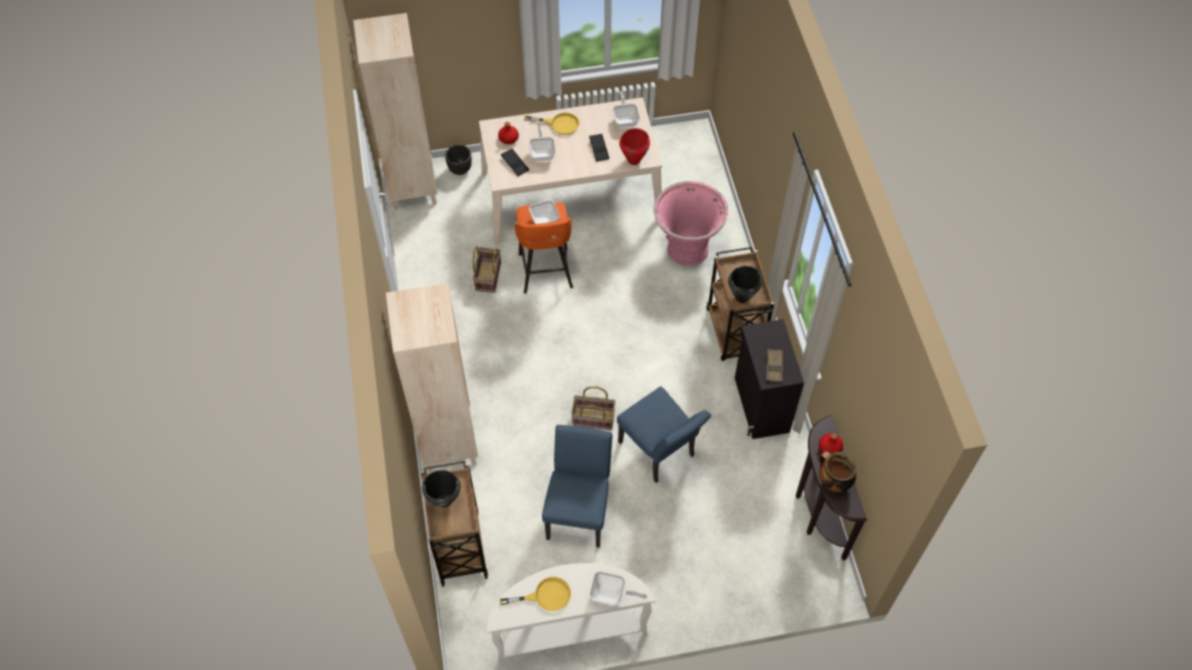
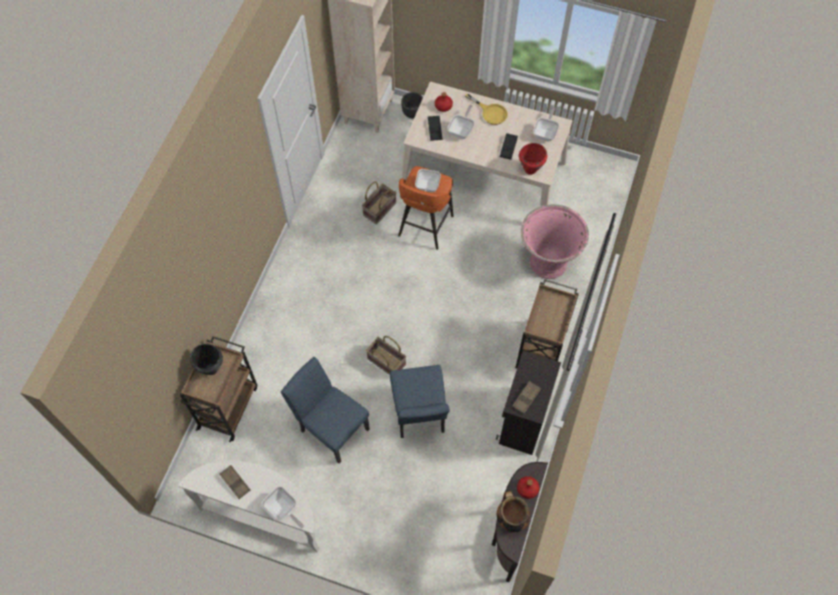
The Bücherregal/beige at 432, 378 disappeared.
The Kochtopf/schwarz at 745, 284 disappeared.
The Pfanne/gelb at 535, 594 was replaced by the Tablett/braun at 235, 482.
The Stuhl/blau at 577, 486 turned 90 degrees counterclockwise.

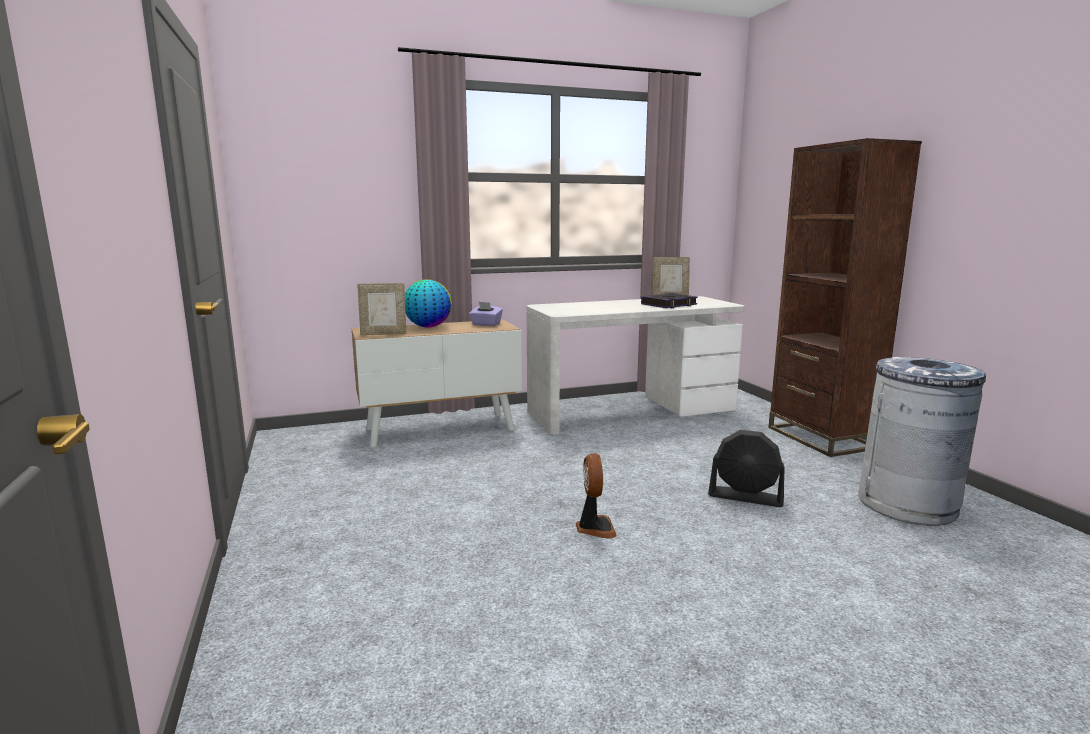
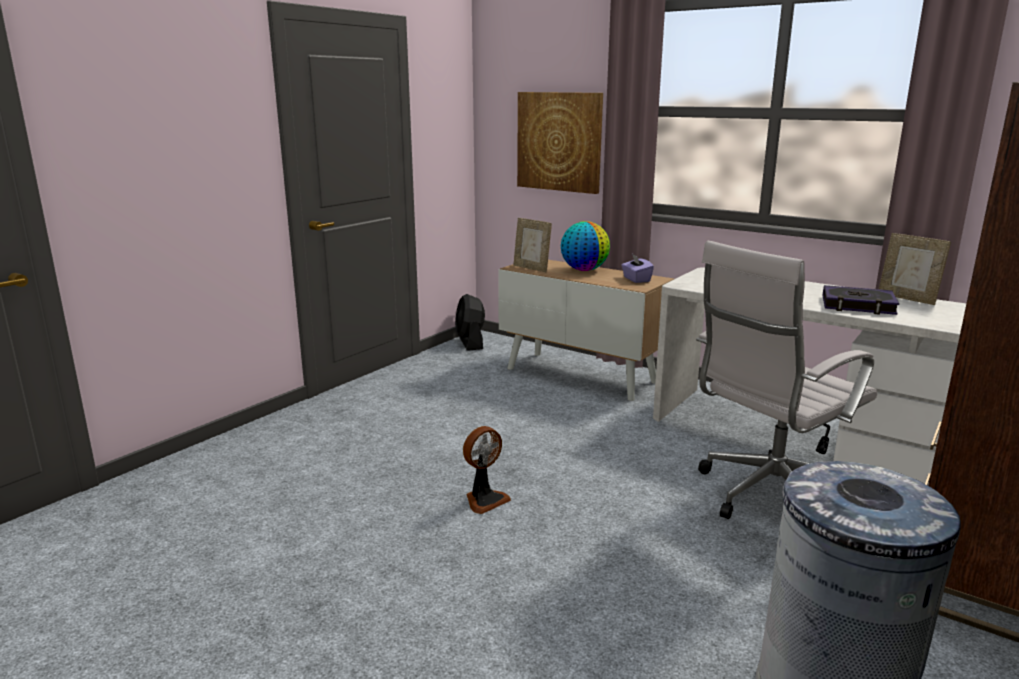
The Bild at 560, 143 appeared.
The Bürostuhl/weiß at 787, 380 appeared.
The Ventilator/schwarz moved from 746, 468 to 470, 322.

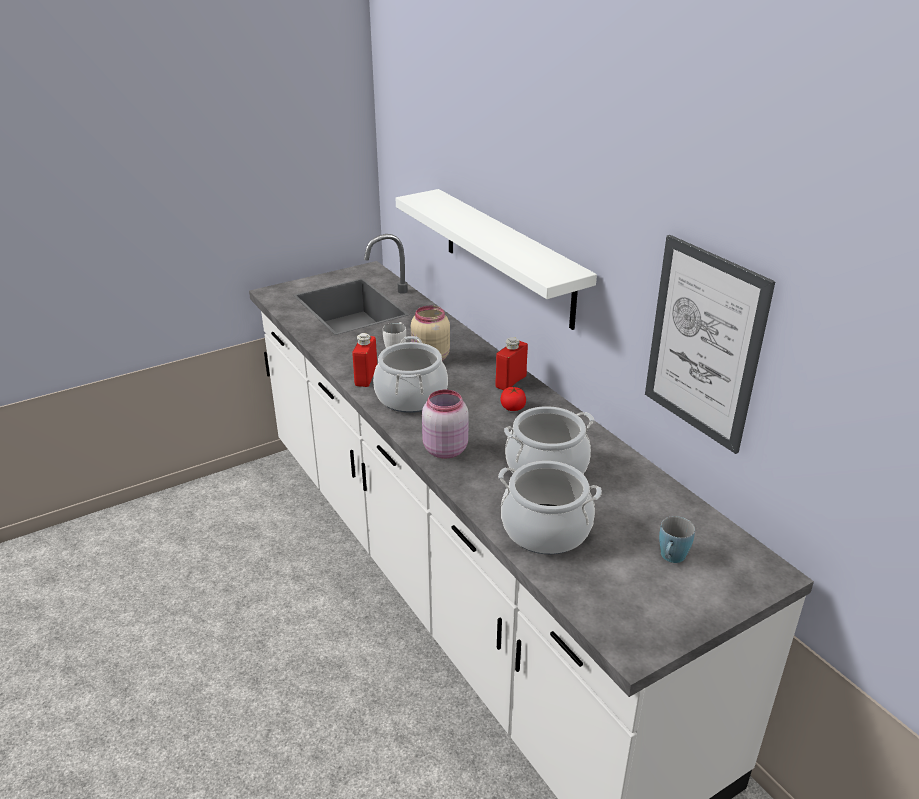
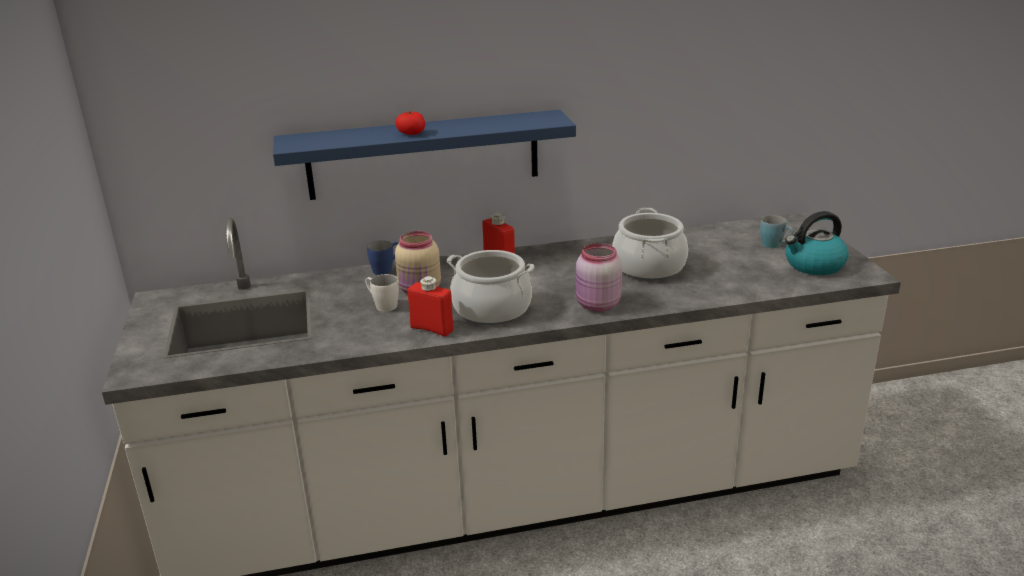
The Kochtopf at 550, 507 disappeared.
The Bild at 710, 344 disappeared.
The Henkelbecher/blau at 382, 258 appeared.
The Wasserkessel at 817, 243 appeared.
The Tomate moved from 513, 399 to 410, 123.
The Wandregal/weiß at 496, 259 became the Wandregal/blau at 424, 155.

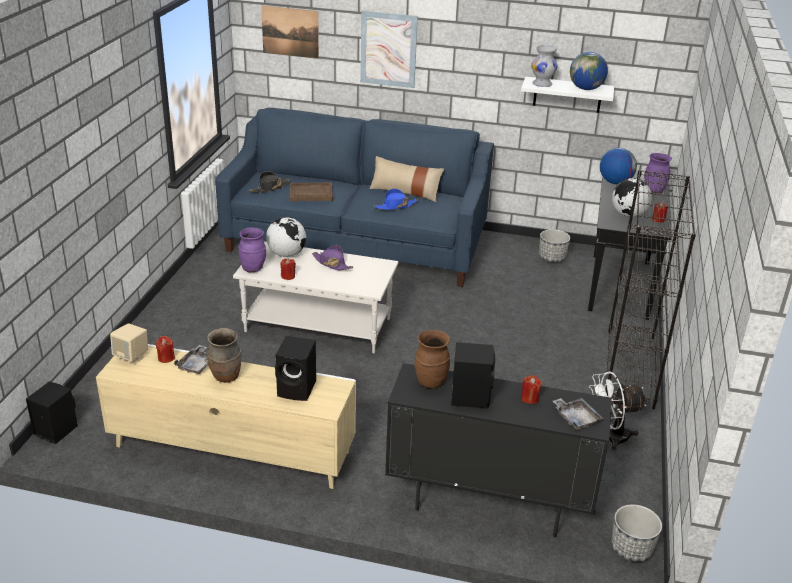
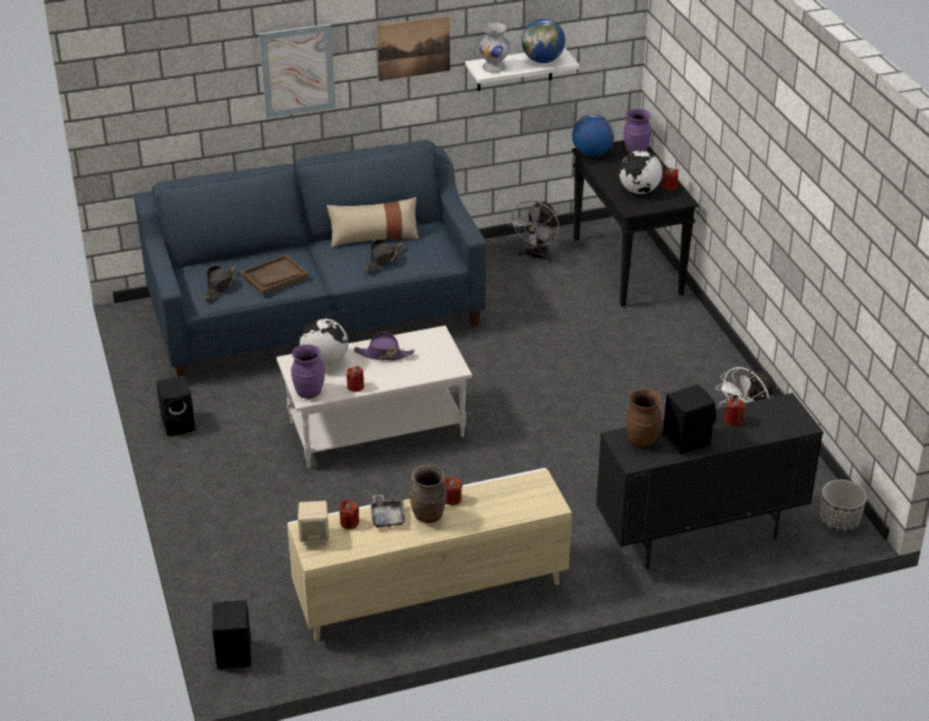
The Tablett/grau at 578, 414 disappeared.
The Bücherregal/schwarz at 651, 289 disappeared.
The Kerze/rot at 453, 491 appeared.
The Bild moved from 290, 32 to 413, 48.
The Lautsprecher/schwarz moved from 295, 368 to 175, 405.
The Pflanzkübel at 554, 246 was replaced by the Ventilator/grau at 534, 231.
The Hut/blau at 395, 199 became the Hut/schwarz at 383, 254.

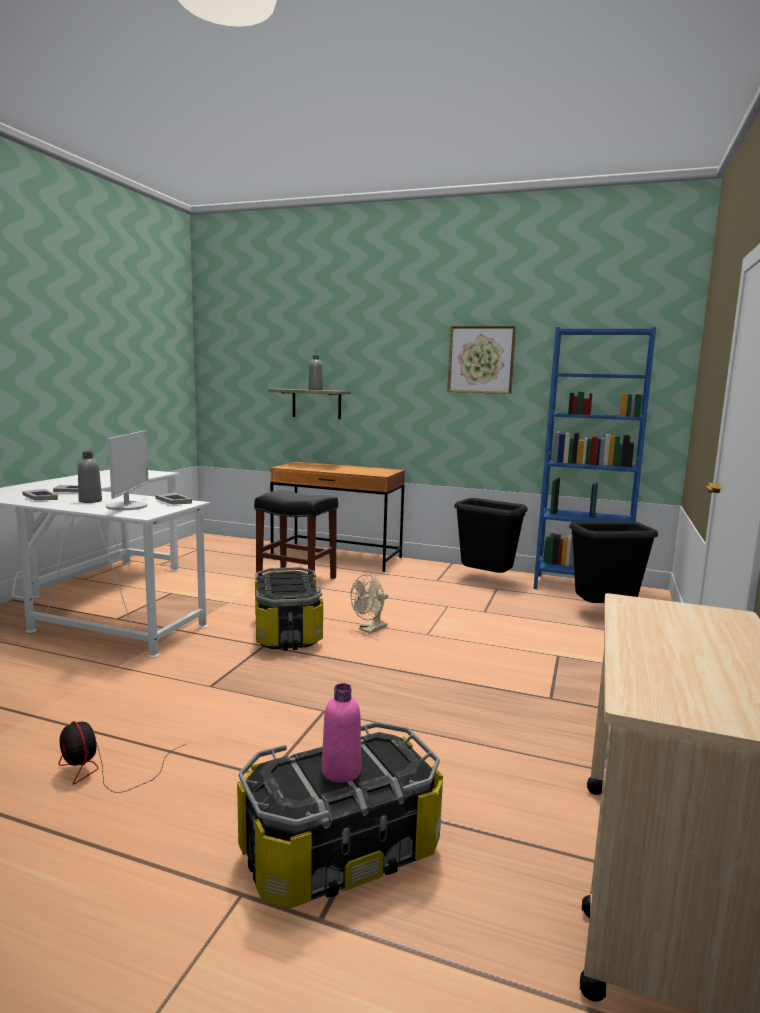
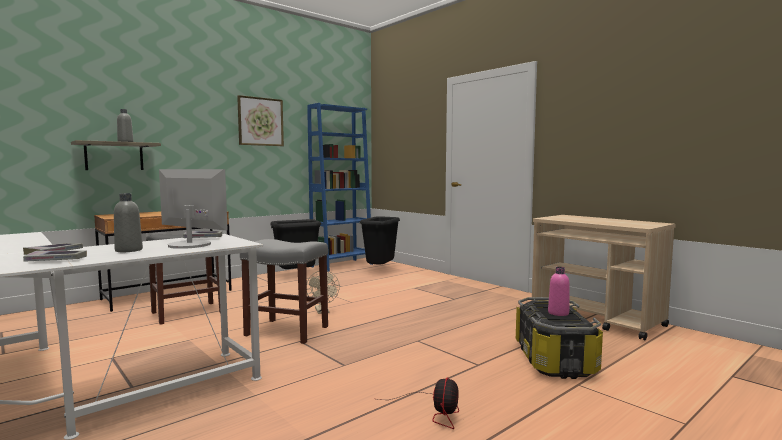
The Aufbewahrungsbox at 289, 609 was replaced by the Hocker/grau at 284, 291.
The Ventilator at 122, 757 turned 60 degrees counterclockwise.

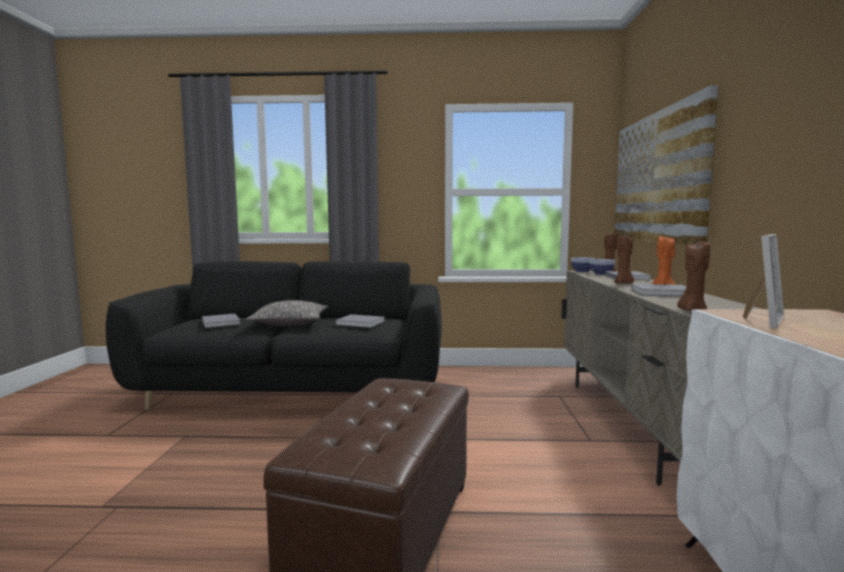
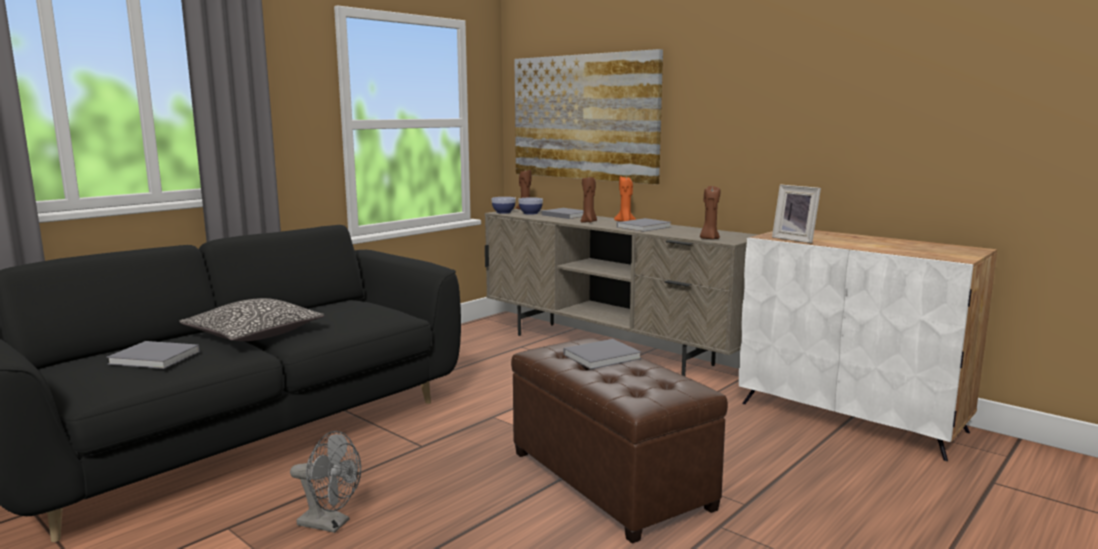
The Ventilator/grau at 325, 482 appeared.
The Buch/grau moved from 360, 321 to 603, 354.
The Bilderrahmen at 763, 281 turned 150 degrees clockwise.

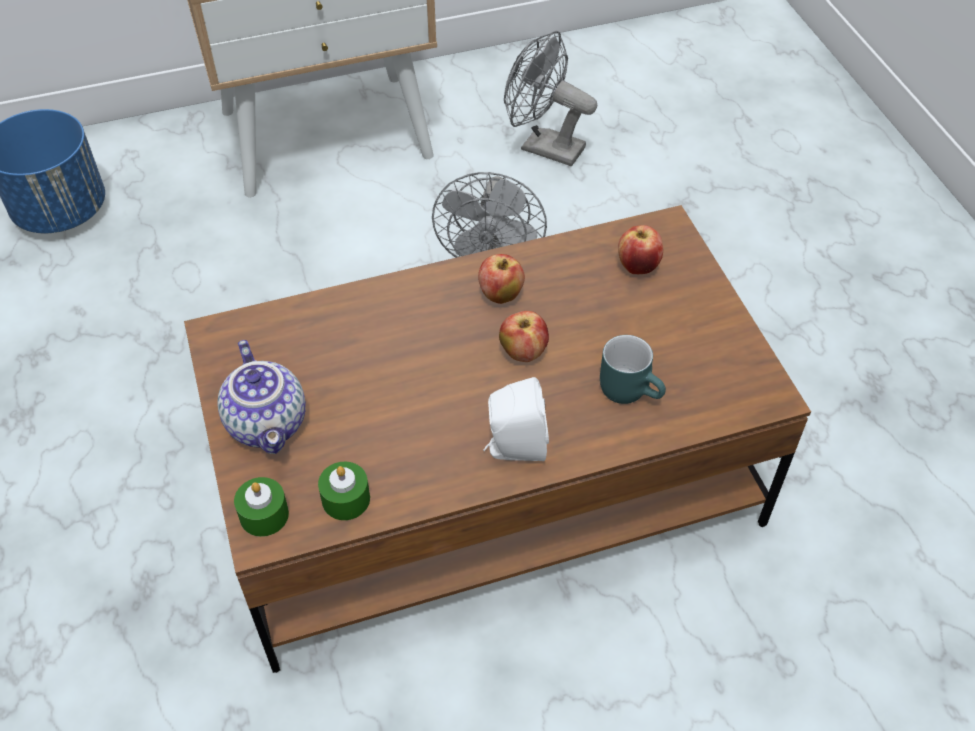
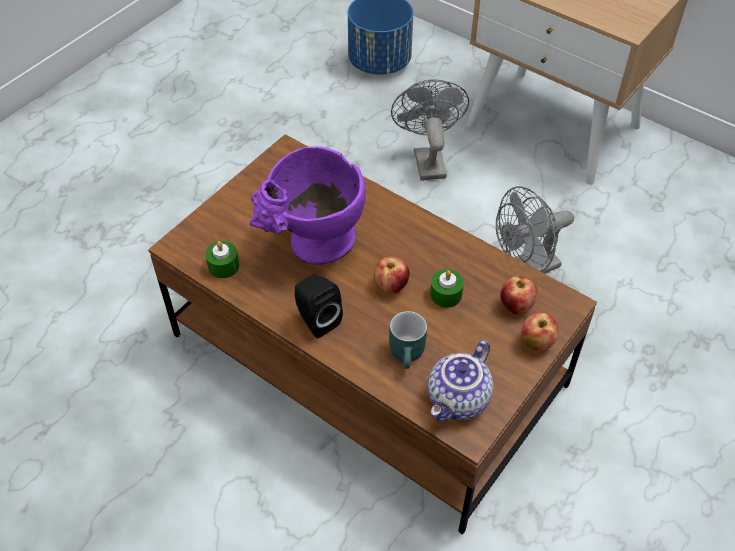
The Vase/lila at 307, 205 appeared.
The Teekanne moved from 261, 397 to 460, 380.
The Kerze/grün moved from 261, 507 to 447, 288.
The Apfel moved from 501, 279 to 540, 331.
The Ventilator/grau moved from 550, 98 to 430, 130.
The Lautsprecher/weiß at 516, 419 became the Lautsprecher/schwarz at 319, 306.

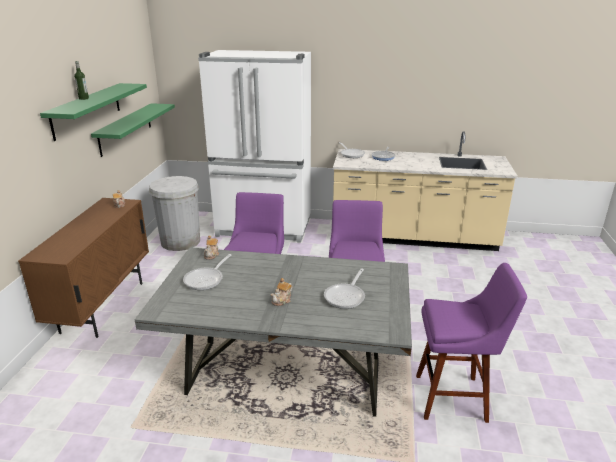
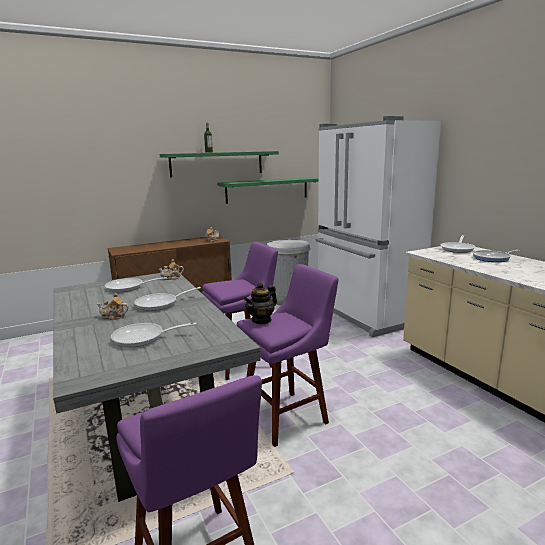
The Pfanne at 167, 299 appeared.
The Teekanne at 260, 303 appeared.

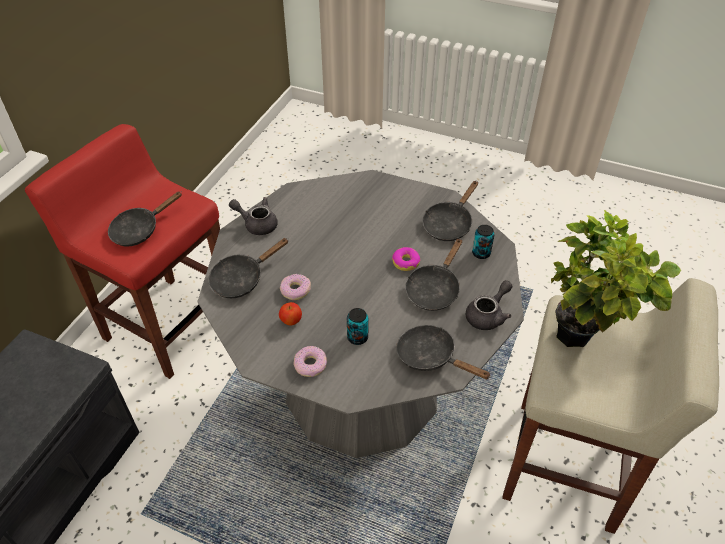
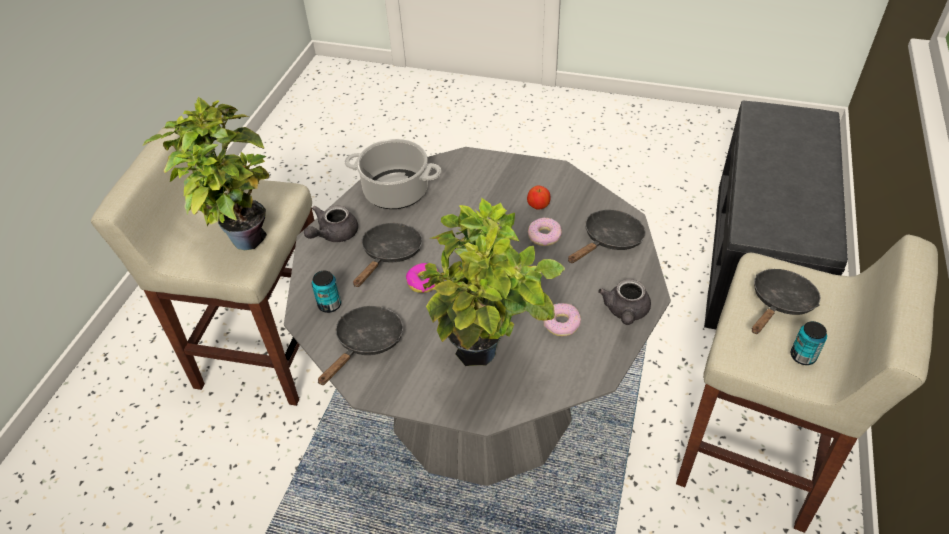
The Topfpflanze at 492, 281 appeared.
The Donut moved from 310, 361 to 562, 319.
The Dose moved from 358, 326 to 808, 343.
The Pfanne/schwarz at 443, 352 was replaced by the Kochtopf at 393, 174.
The Hocker/rot at 122, 251 became the Hocker/beige at 807, 384.
The Teekanne/grau at 253, 216 turned 90 degrees clockwise.

